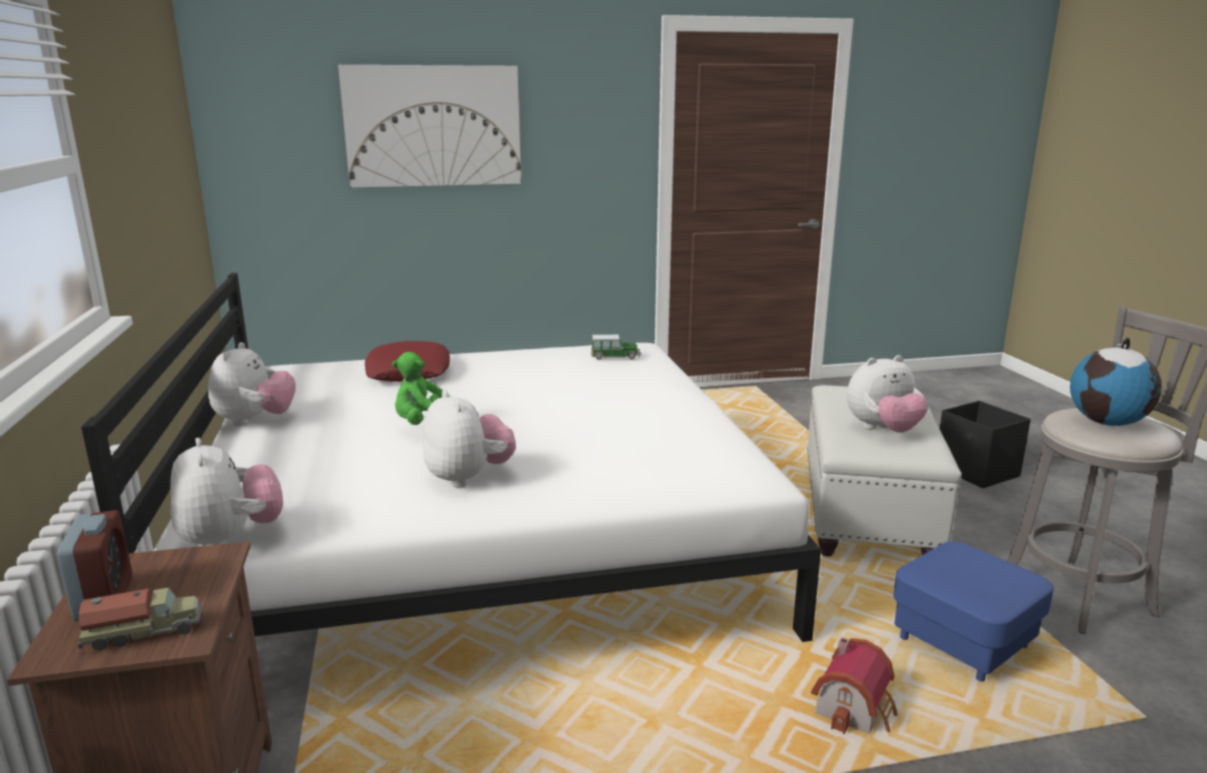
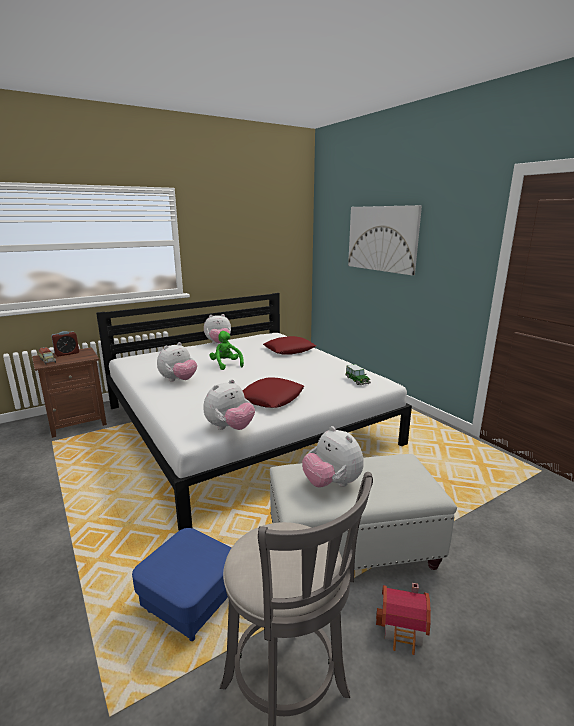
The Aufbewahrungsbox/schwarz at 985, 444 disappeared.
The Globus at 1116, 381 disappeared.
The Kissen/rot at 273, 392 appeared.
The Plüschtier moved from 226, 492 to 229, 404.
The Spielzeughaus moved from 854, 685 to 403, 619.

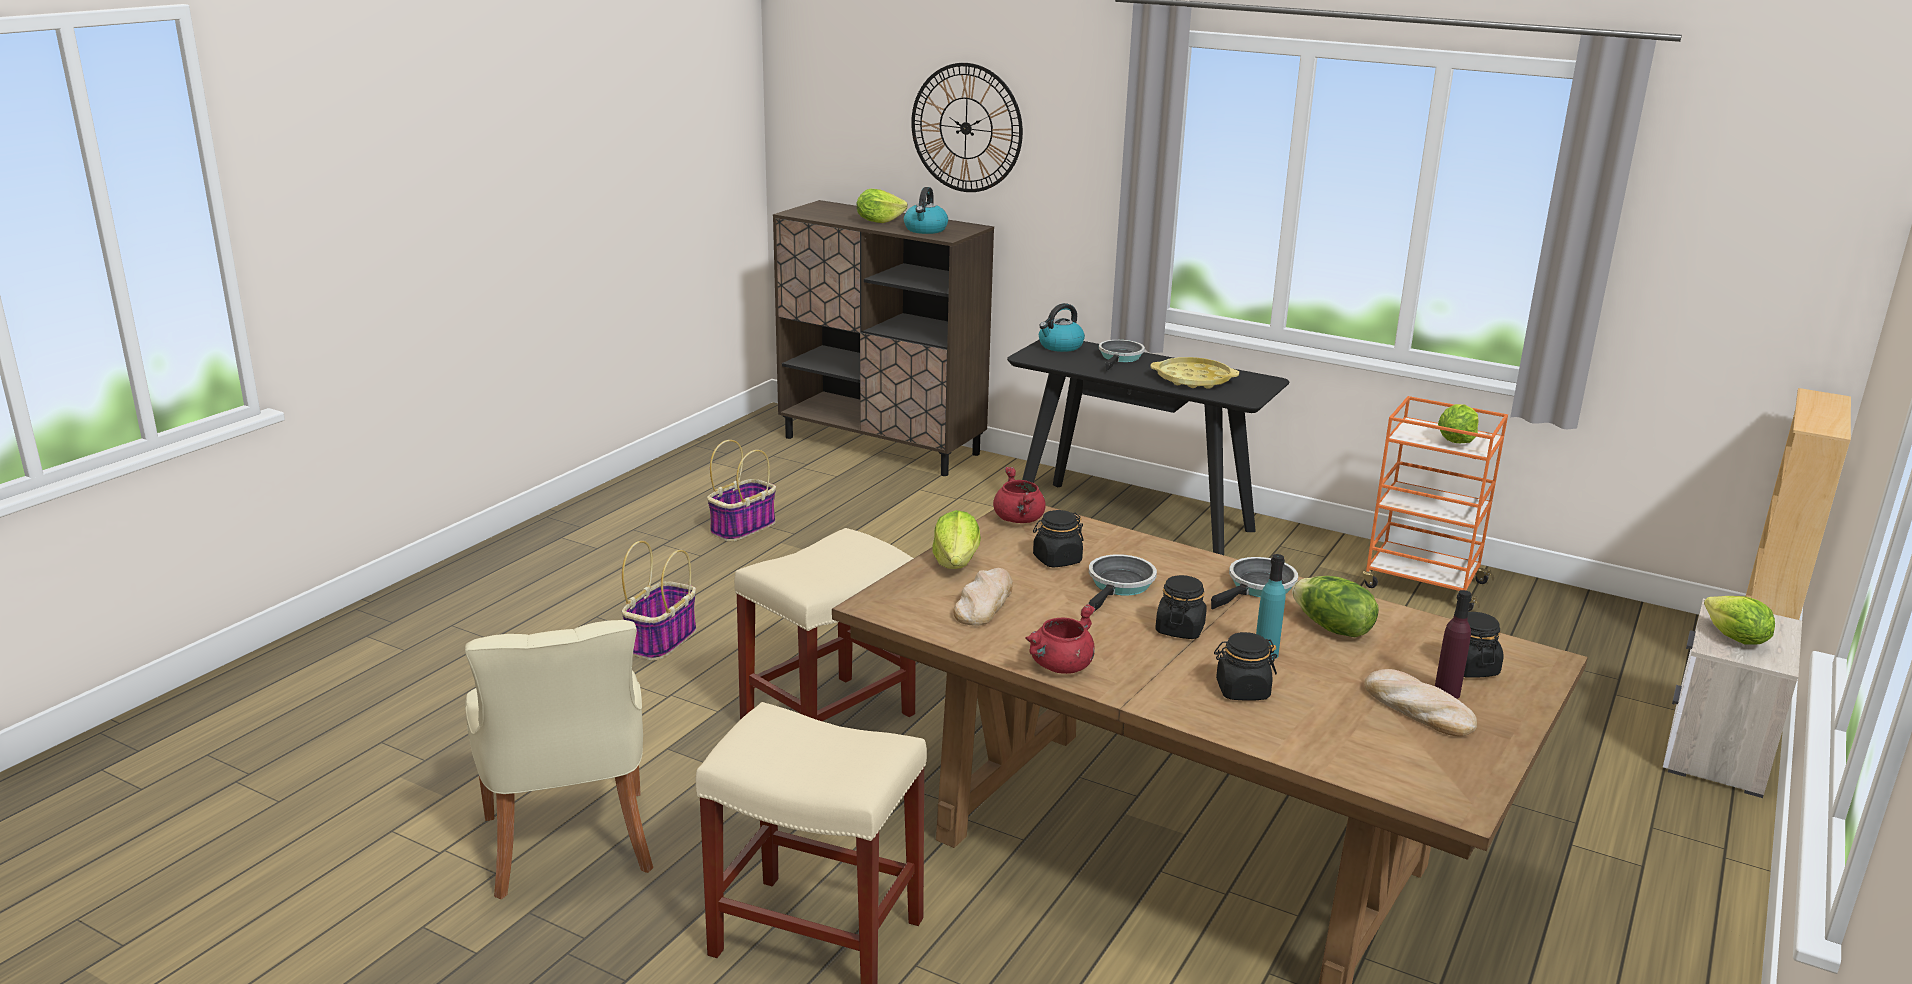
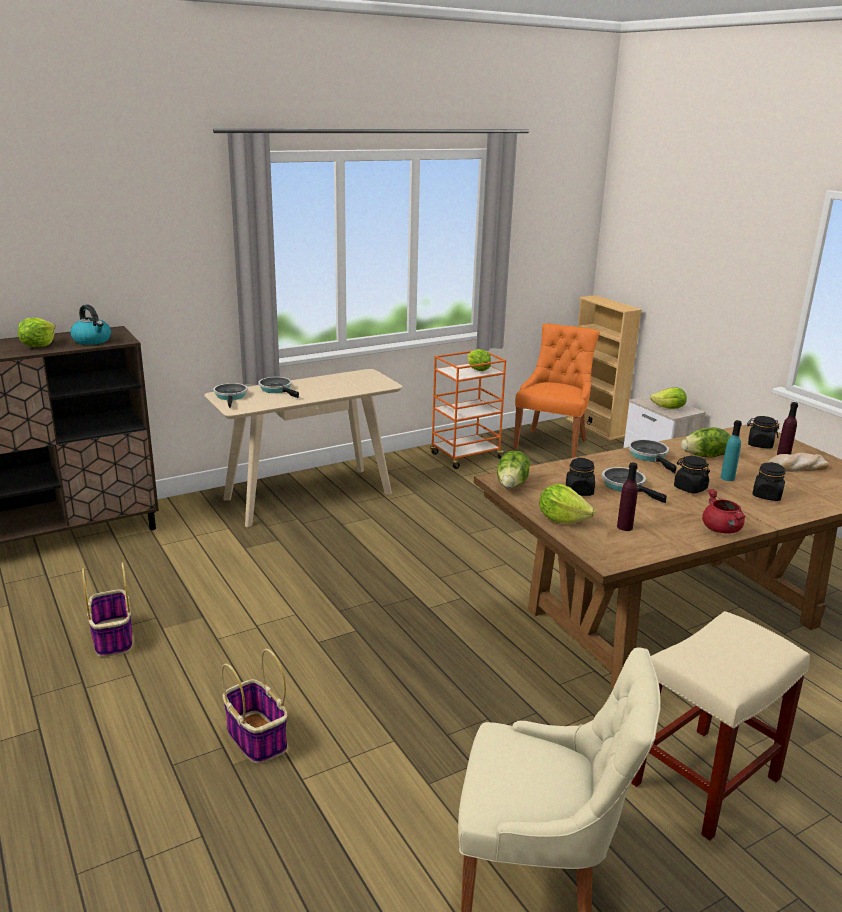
The Hocker/beige at 825, 624 disappeared.
The Wanduhr at 967, 127 disappeared.
The Tablett/gelb at 1195, 373 disappeared.
The Stuhl/orange at 557, 391 appeared.
The Brot at 983, 597 was replaced by the Flasche/lila at 627, 497.
The Kochtopf/rot at 1019, 495 was replaced by the Salatkopf at 513, 469.
The Wasserkessel at 1062, 327 was replaced by the Pfanne at 230, 395.
The Konsolentisch/schwarz at 1148, 447 became the Konsolentisch/beige at 303, 448.

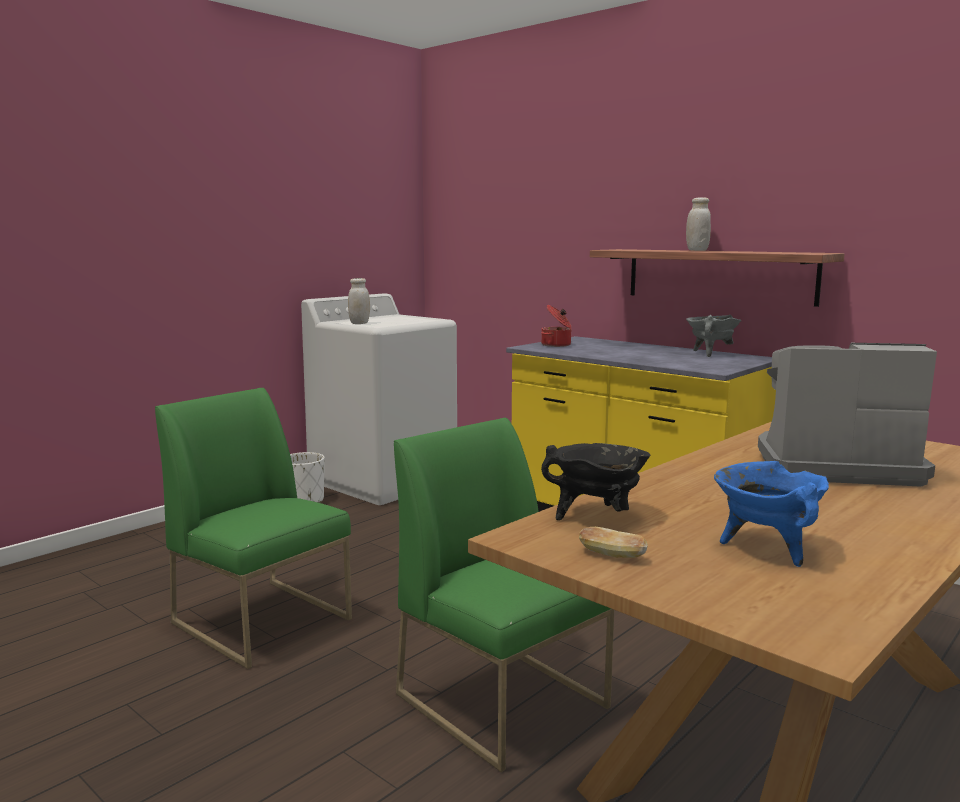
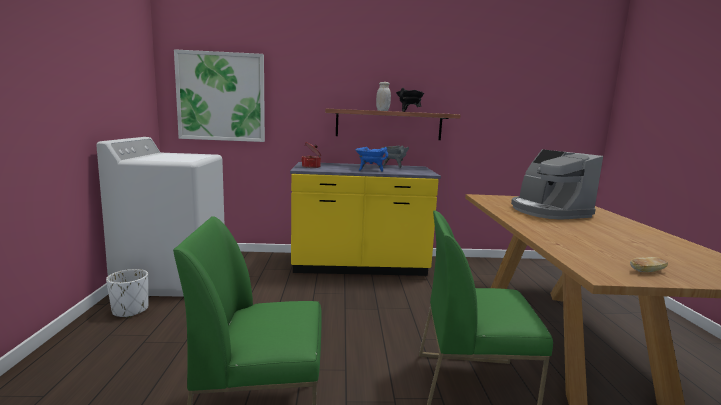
The Vorratsglas/weiß at 359, 301 disappeared.
The Bild at 219, 95 appeared.
The Kochtopf/schwarz moved from 595, 481 to 410, 100.
The Kochtopf/blau moved from 771, 514 to 372, 159.
The Kaffeemaschine at 847, 415 turned 75 degrees counterclockwise.

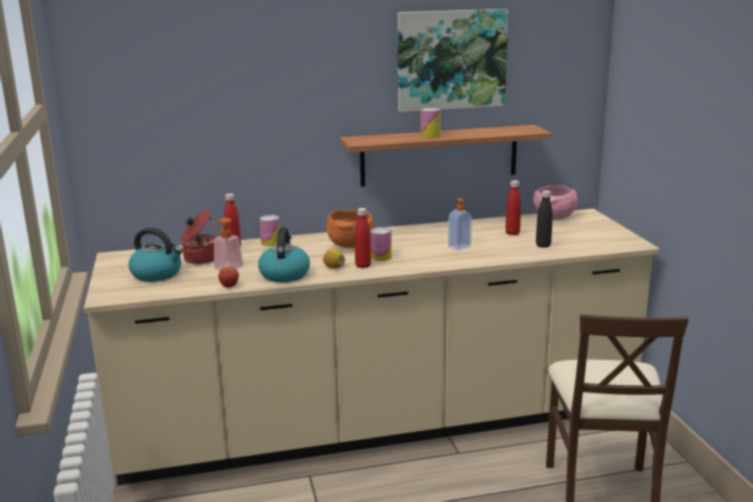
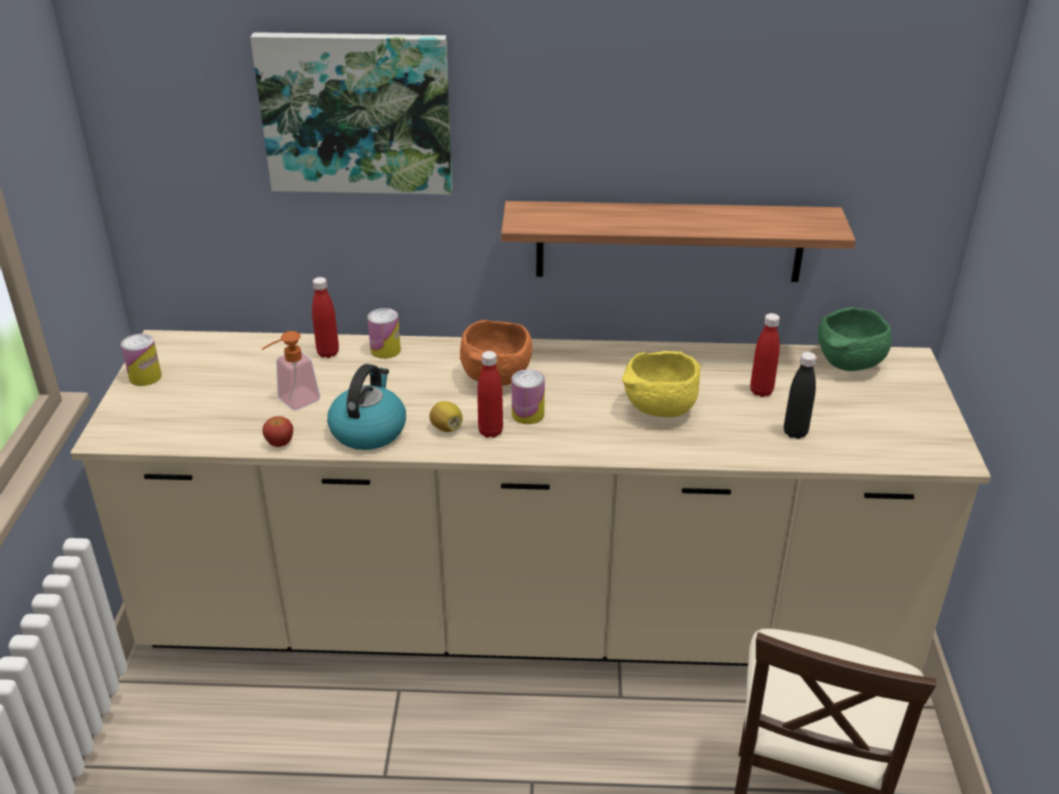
The Wasserkessel at 156, 254 disappeared.
The Kochtopf at 199, 237 disappeared.
The Bild moved from 453, 60 to 351, 113.
The Dose moved from 431, 123 to 141, 360.
The Seifenspender at 460, 224 was replaced by the Schüssel/gelb at 661, 384.
The Schüssel/rosa at 555, 202 became the Schüssel/grün at 855, 339.

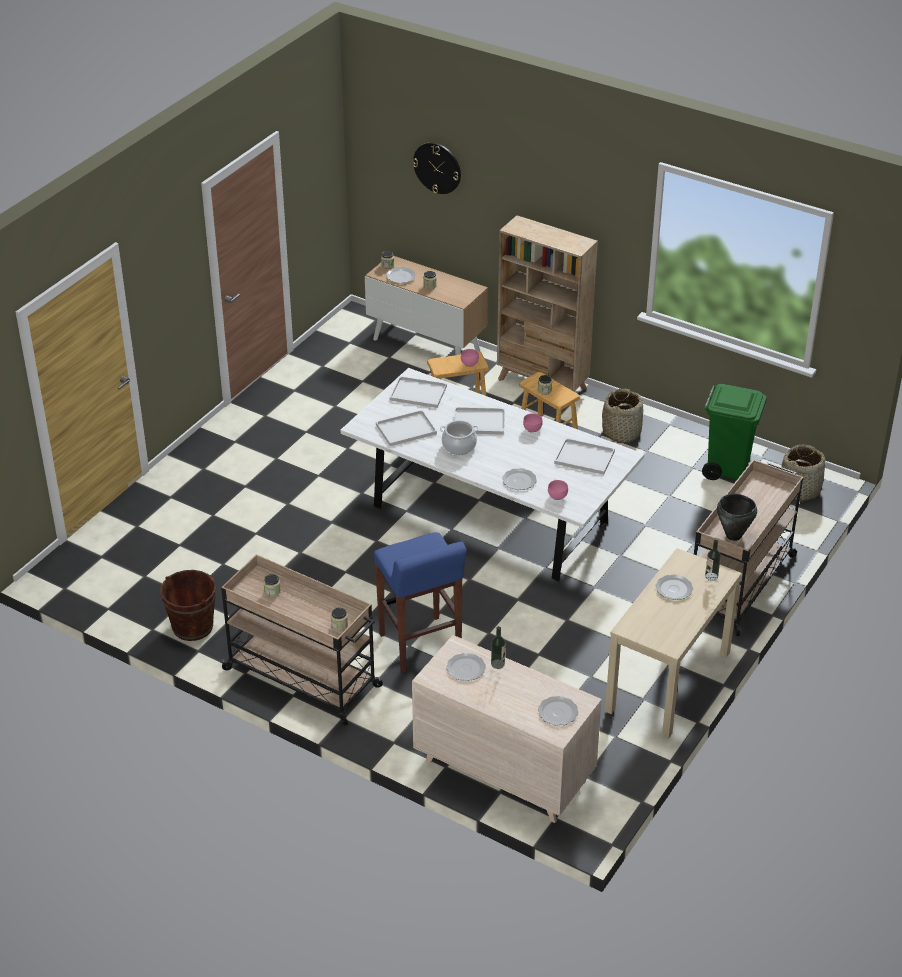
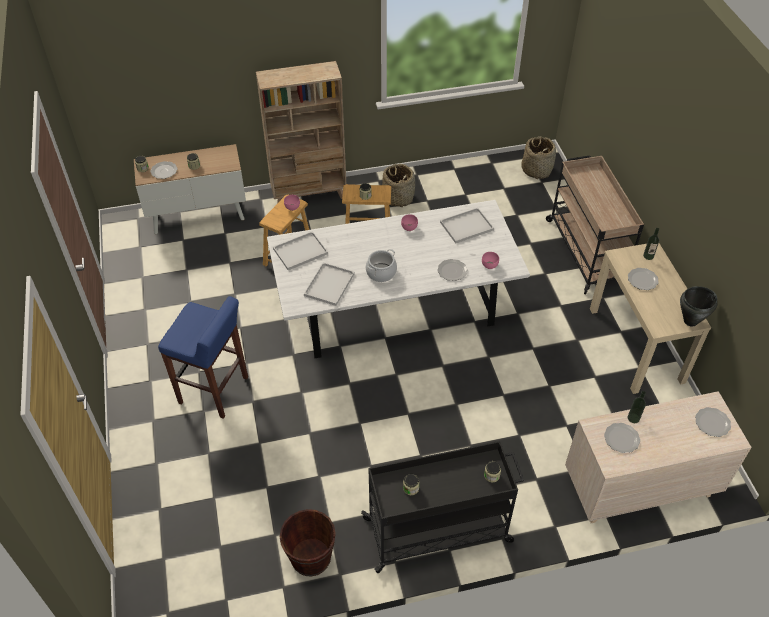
The Wanduhr at 437, 168 disappeared.
The Tablett/weiß at 479, 421 disappeared.
The Mülleimer/grün at 734, 432 disappeared.
The Hocker/blau moved from 420, 602 to 203, 357.
The Kochtopf/schwarz moved from 737, 517 to 699, 306.
The Rollwagen/beige at 301, 639 became the Rollwagen/schwarz at 442, 507.

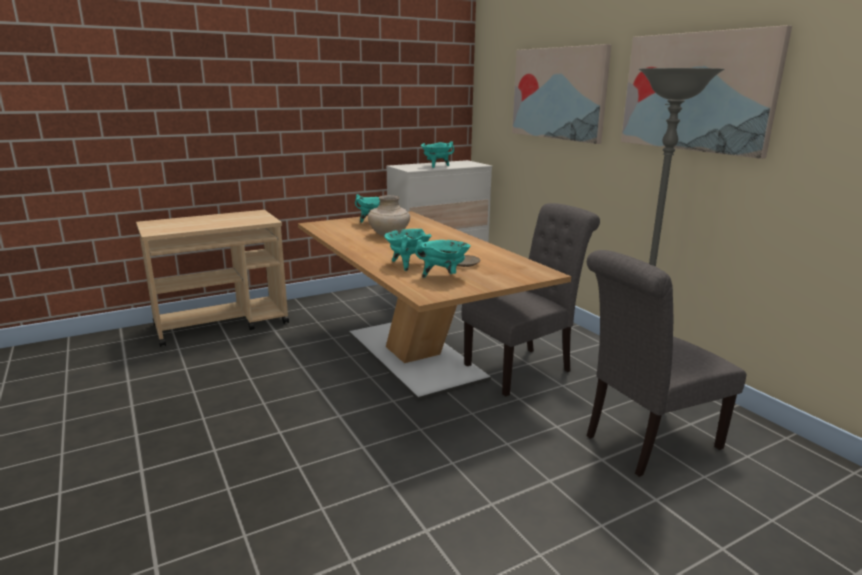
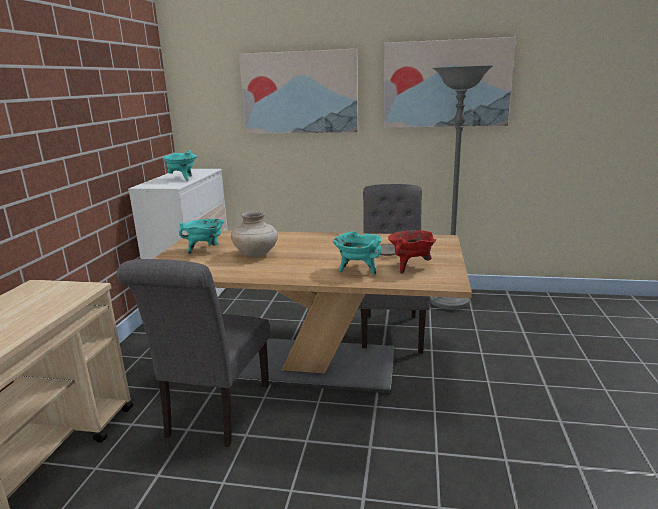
The Stuhl/grau moved from 666, 363 to 193, 353.
The Kochtopf/türkis at 443, 259 became the Kochtopf/rot at 412, 251.

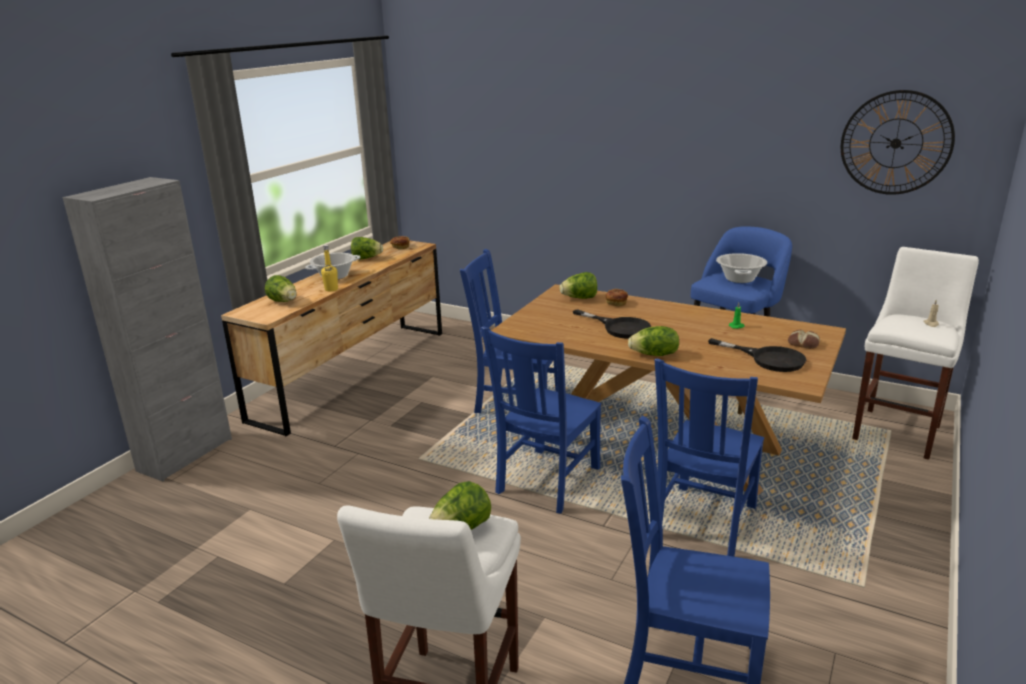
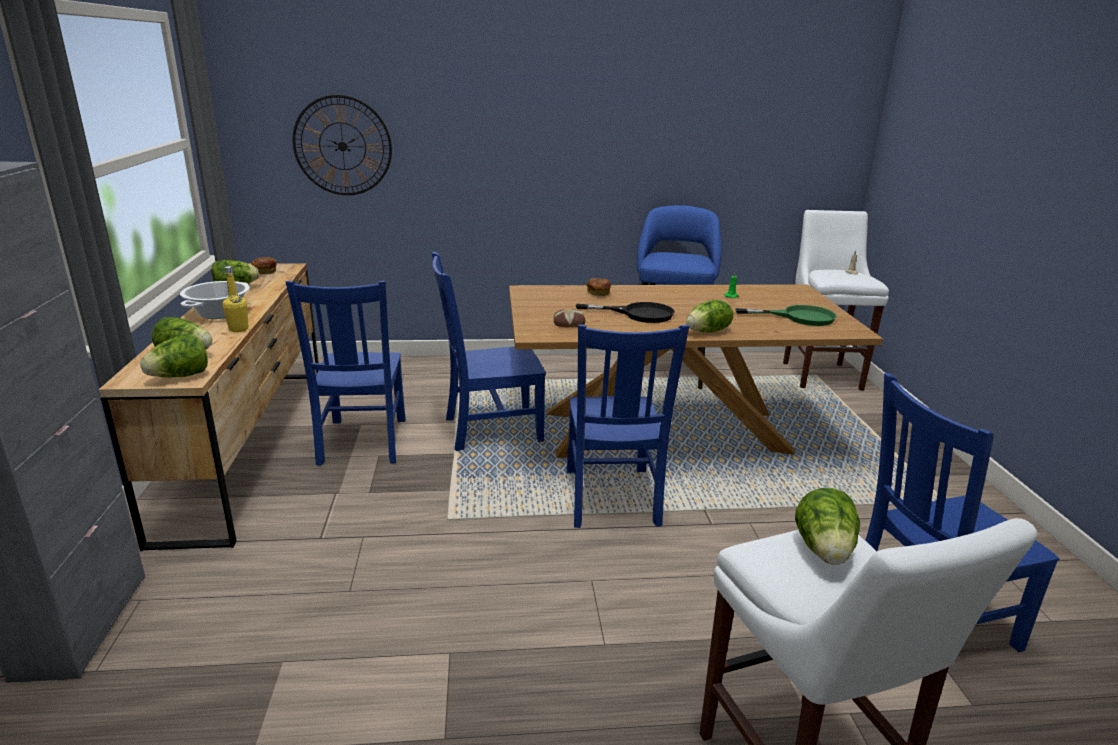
The Kochtopf at 741, 268 disappeared.
The Salatkopf moved from 578, 285 to 174, 355.
The Stuhl/blau moved from 709, 458 to 346, 373.
The Brot moved from 804, 339 to 569, 318.
The Wanduhr moved from 898, 142 to 342, 145.
The Pfanne/schwarz at 757, 355 became the Pfanne/grün at 786, 315.

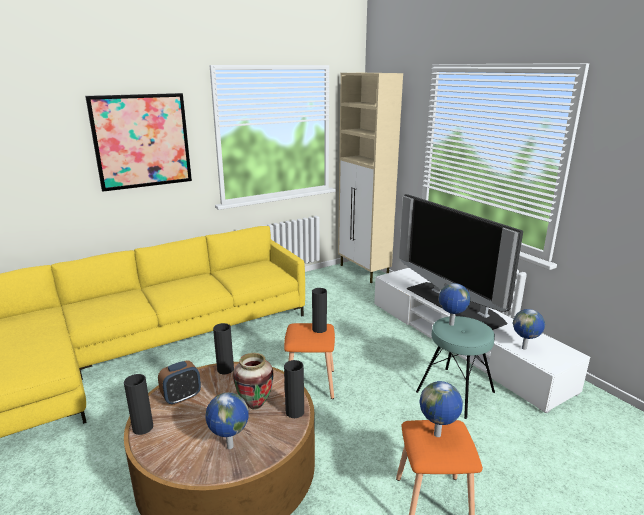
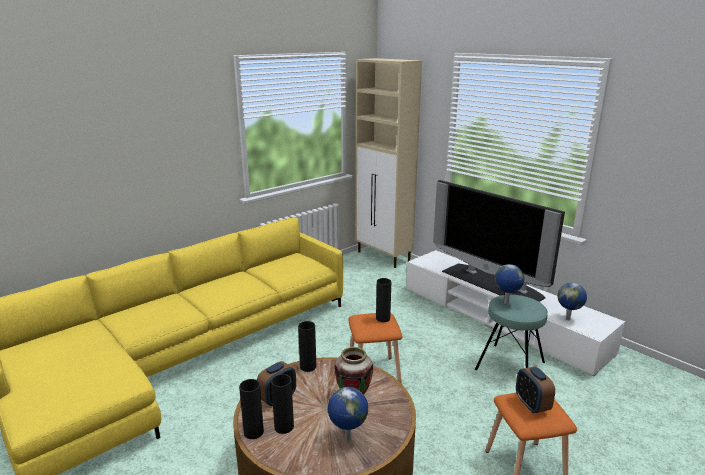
The Bild at 138, 142 disappeared.
The Vase/schwarz moved from 294, 389 to 282, 404.
The Globus at 441, 409 was replaced by the Wecker at 535, 389.

